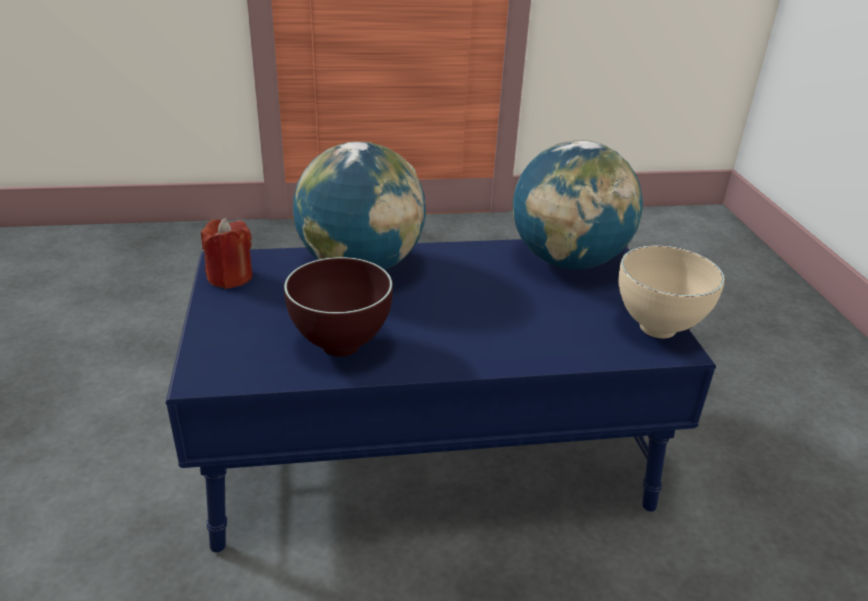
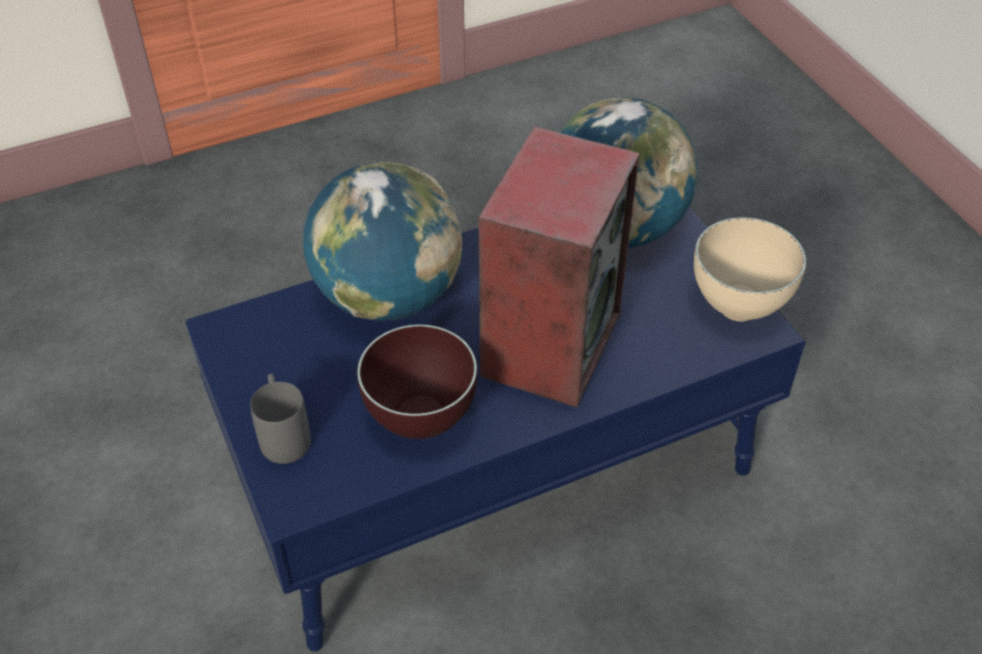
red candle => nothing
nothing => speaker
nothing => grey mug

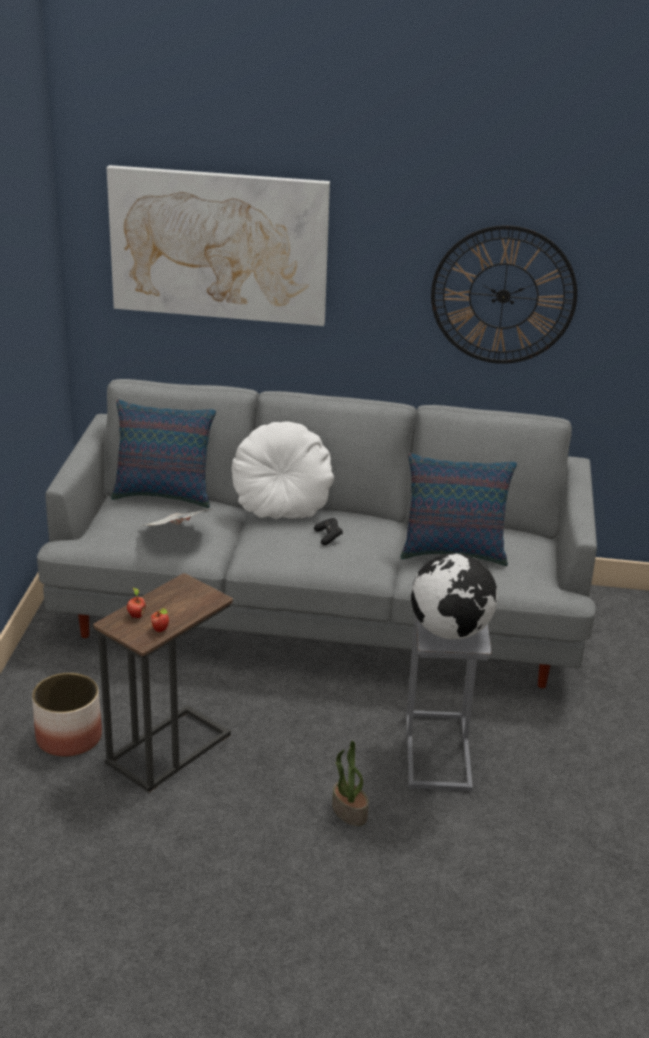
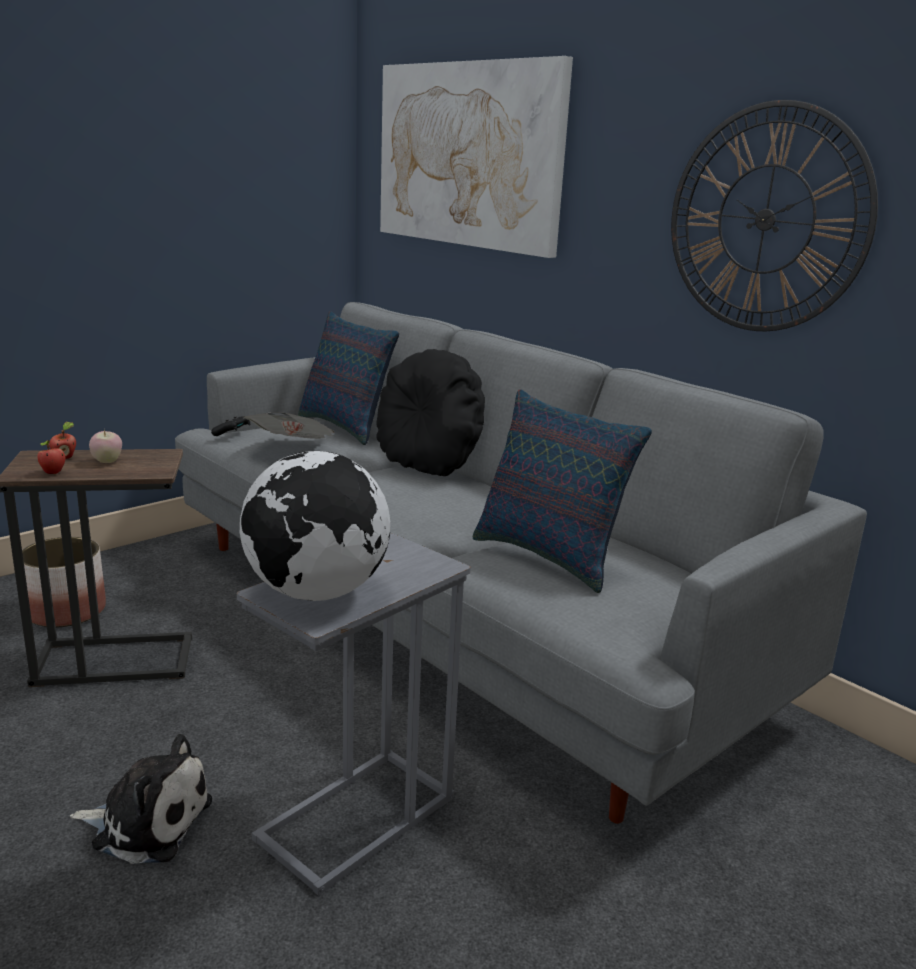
white pillow => black pillow
black game controller, move
potted plant => plush toy
nothing => apple (3rd from left)

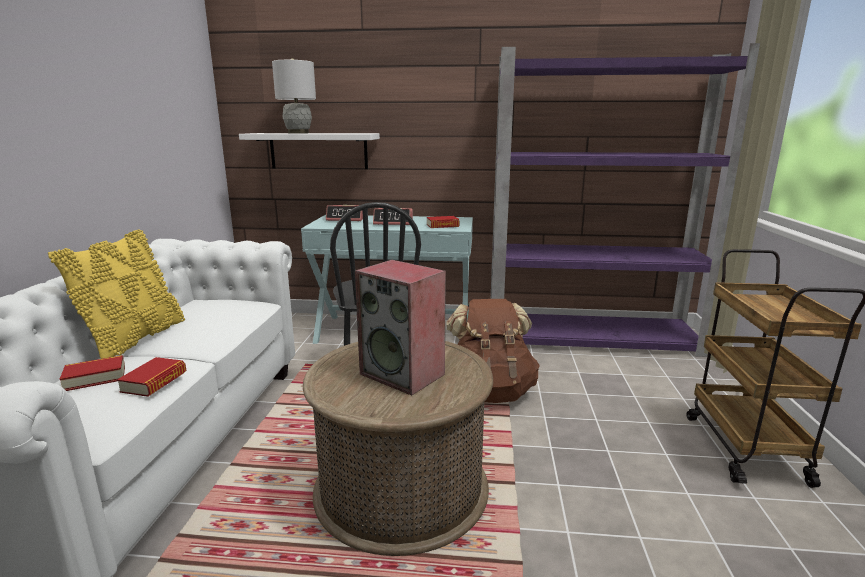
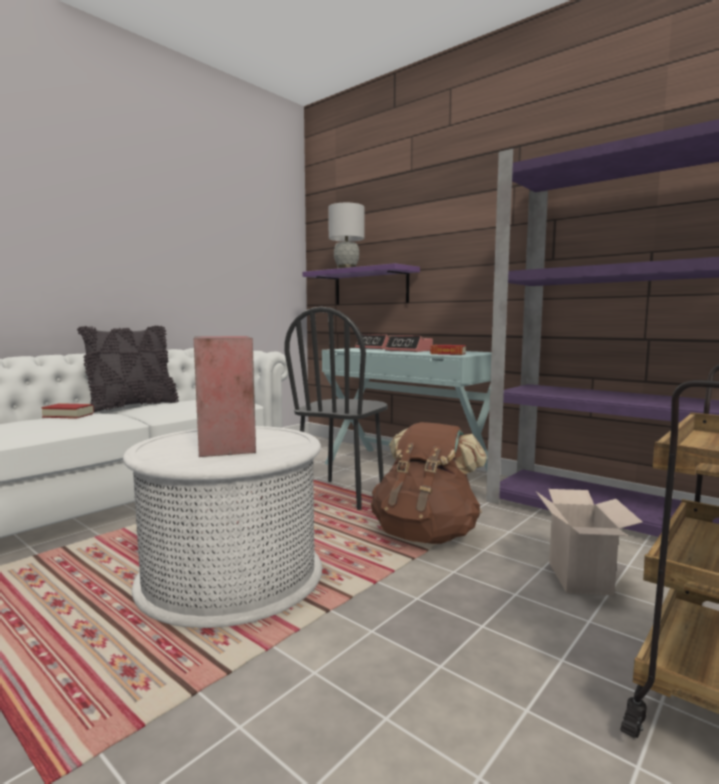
white shelf => purple shelf
yellow pillow => black pillow
brown coffee table => white coffee table
book (2nd from left) => nothing
nothing => cardboard box

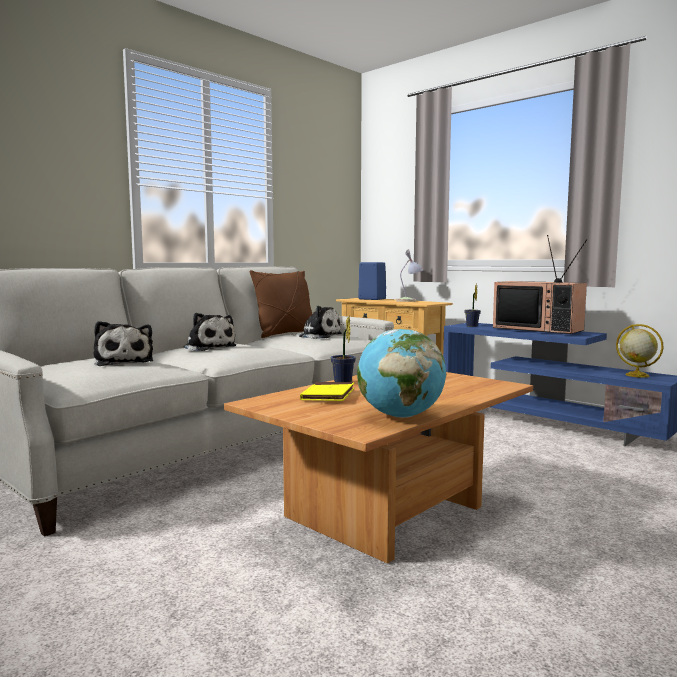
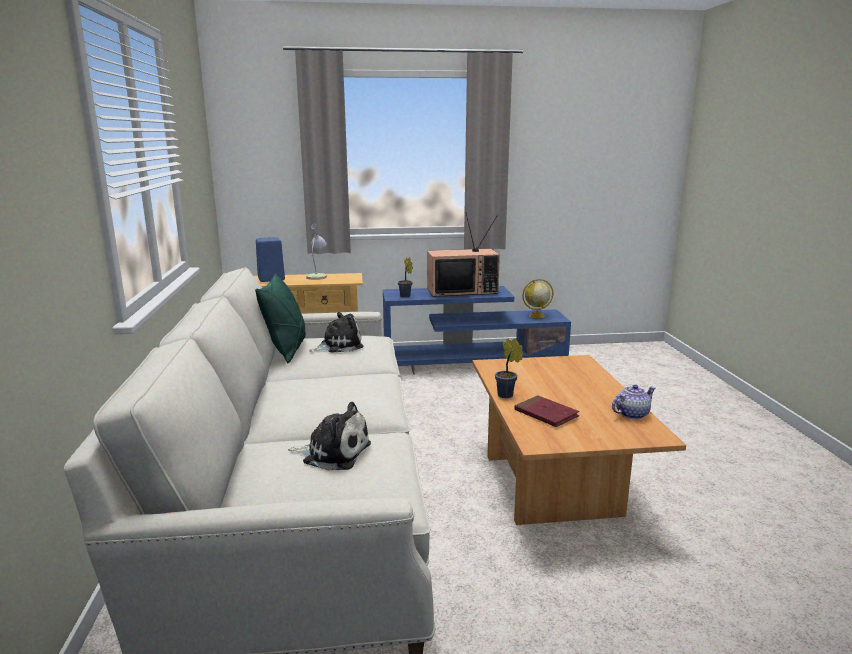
brown pillow => green pillow
plush toy (2nd from left) => nothing
globe (1st from left) => teapot
yellow book => red book

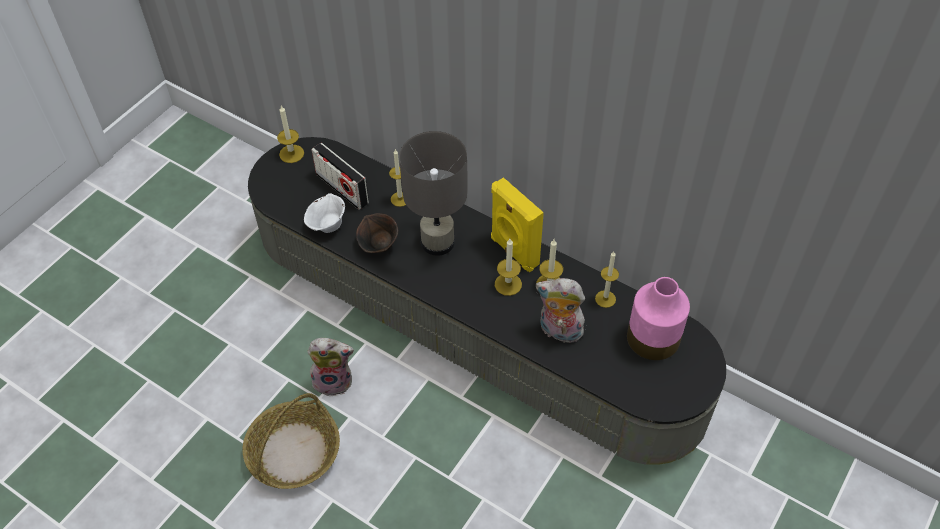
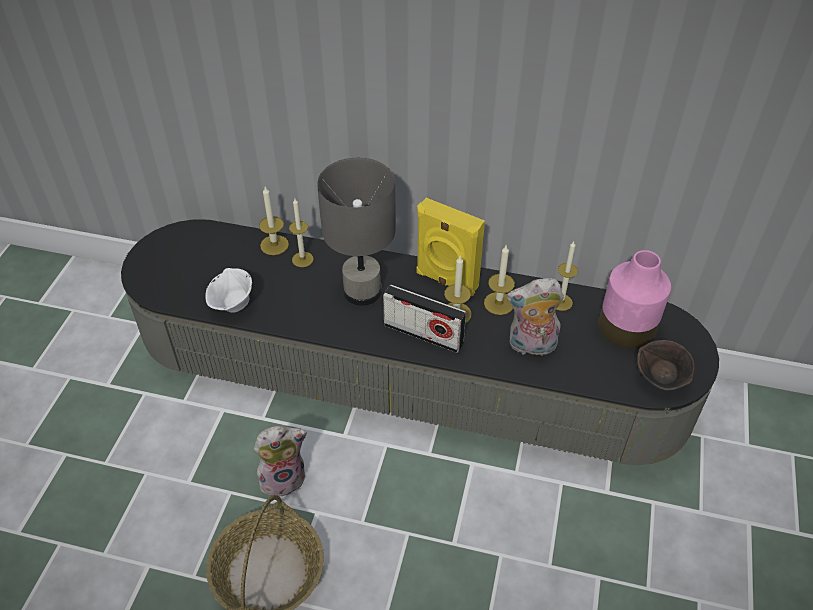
candle (1st from left), move
radio, move
brown bowl, move

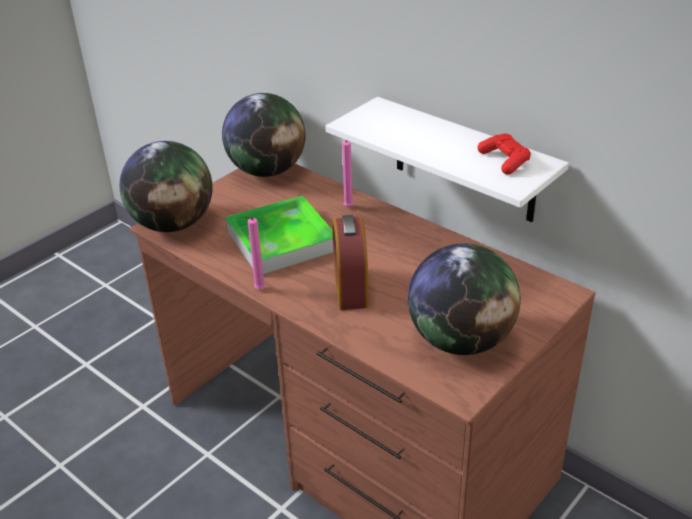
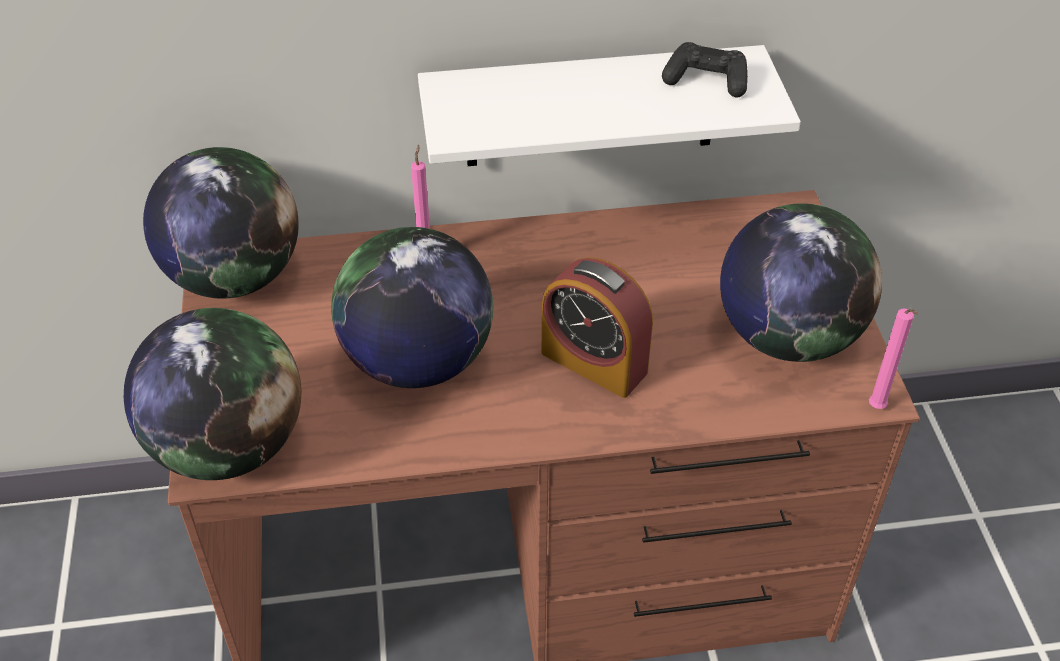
red game controller => black game controller
tray => globe (3rd from left)
pink candle (1st from left in the first image) => pink candle (2nd from left), move

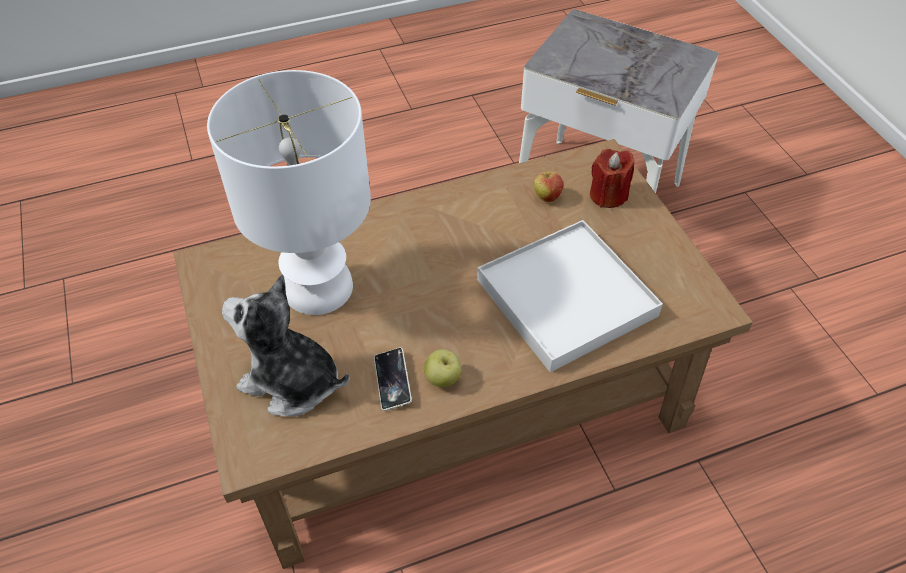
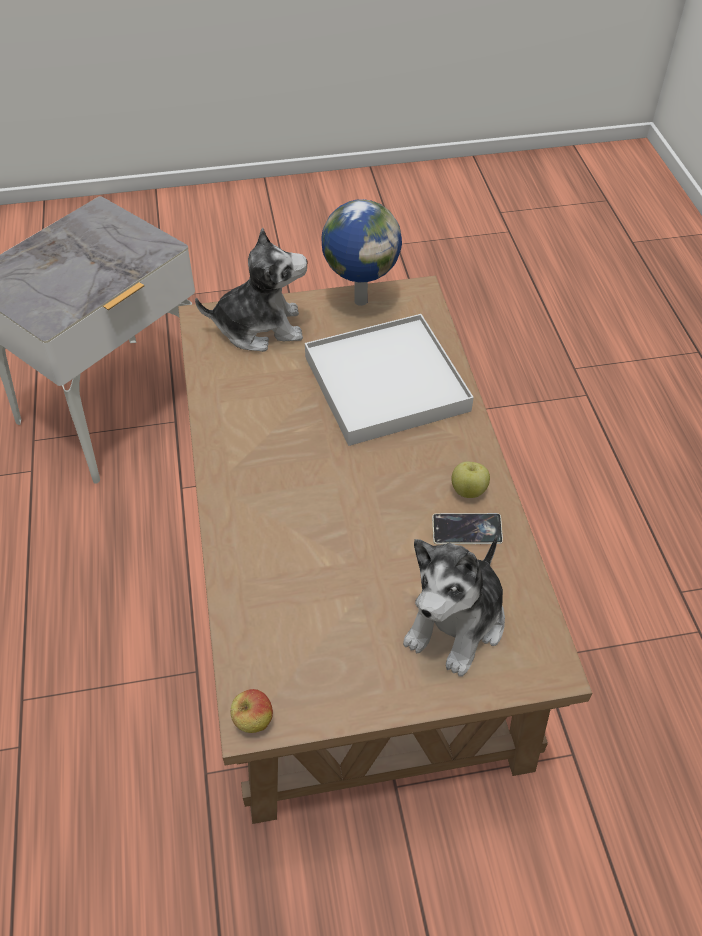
white table lamp => nothing
red candle => plush toy (1st from left)
apple (2nd from left in the first image) => apple (1st from left), move
nothing => globe

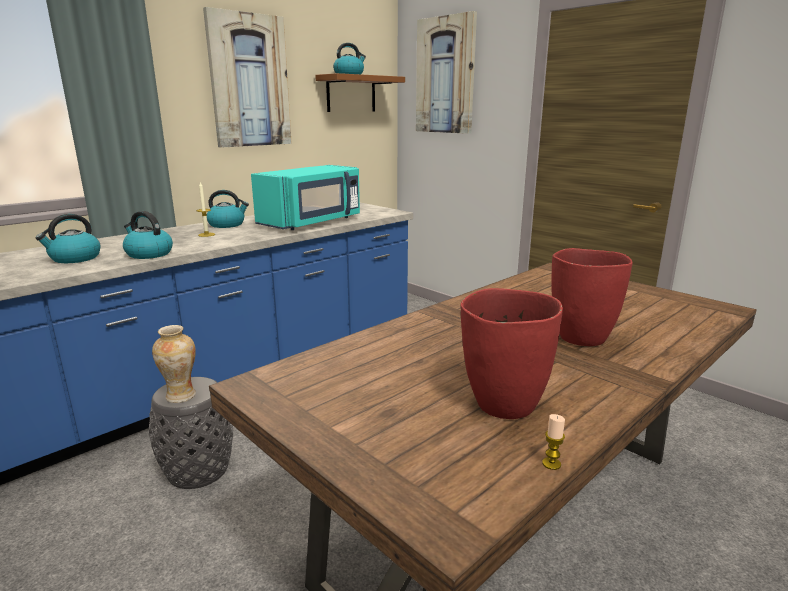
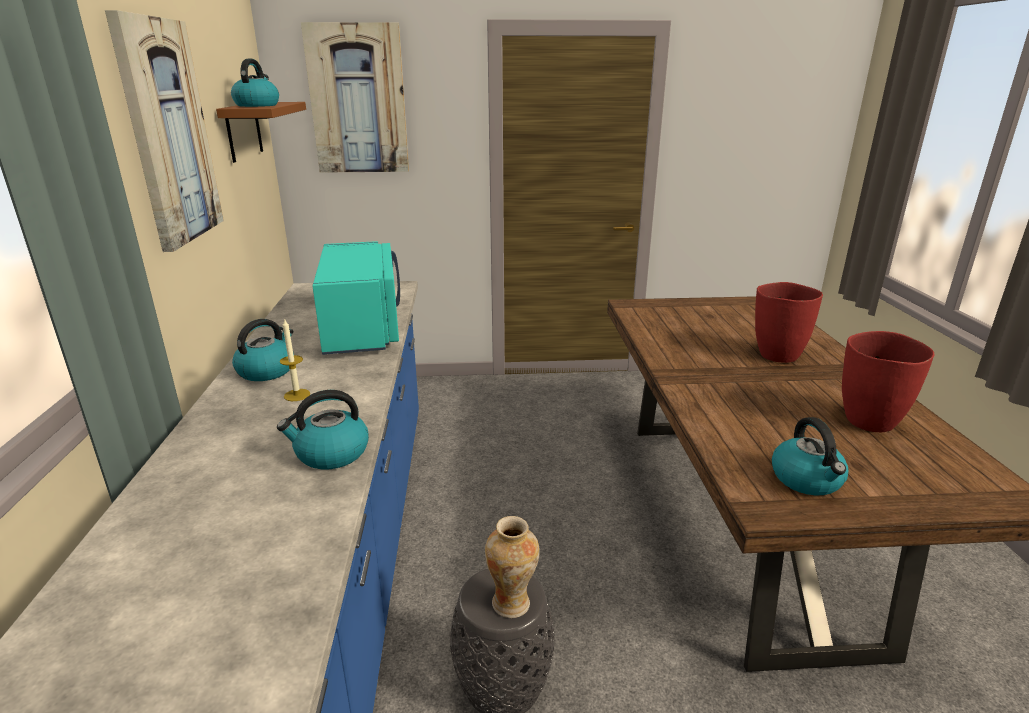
kettle (1st from left in the first image) => kettle (4th from left), move
candle (2nd from left) => nothing

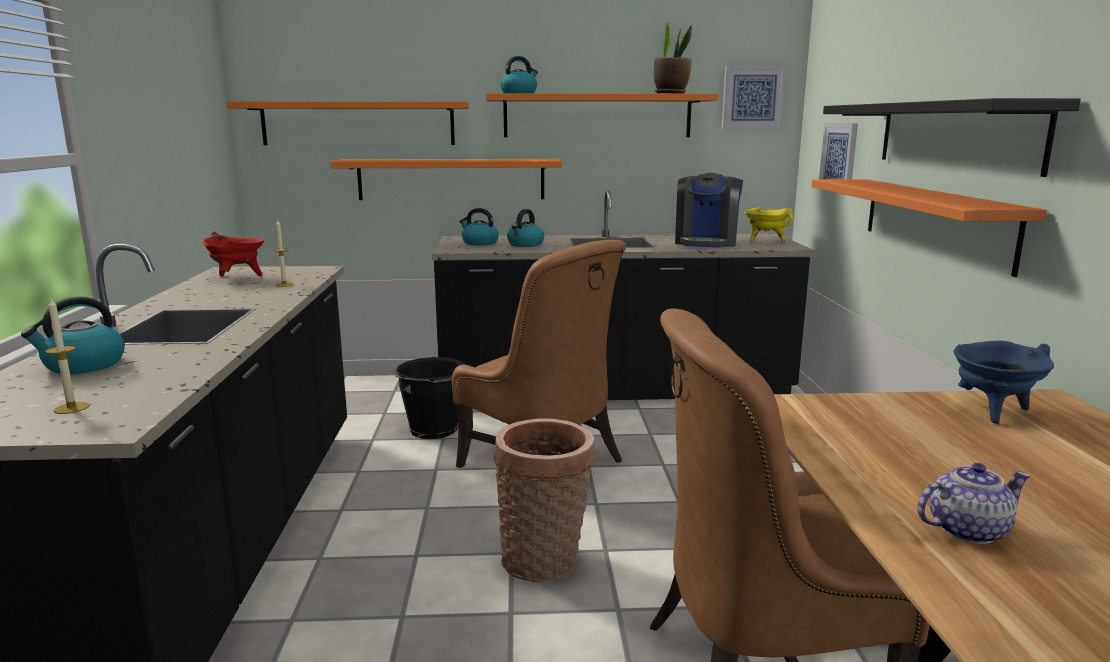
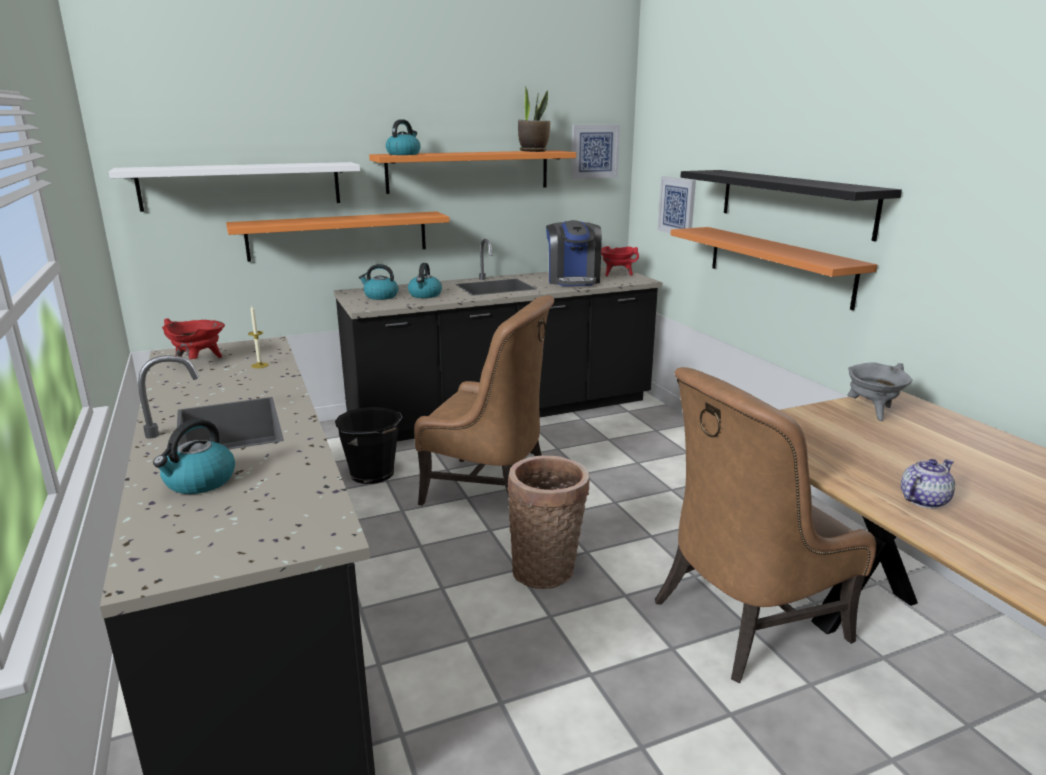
orange shelf (1st from left) => white shelf
yellow cooking pot => red cooking pot (2nd from left)
candle (1st from left) => nothing
blue cooking pot => grey cooking pot

